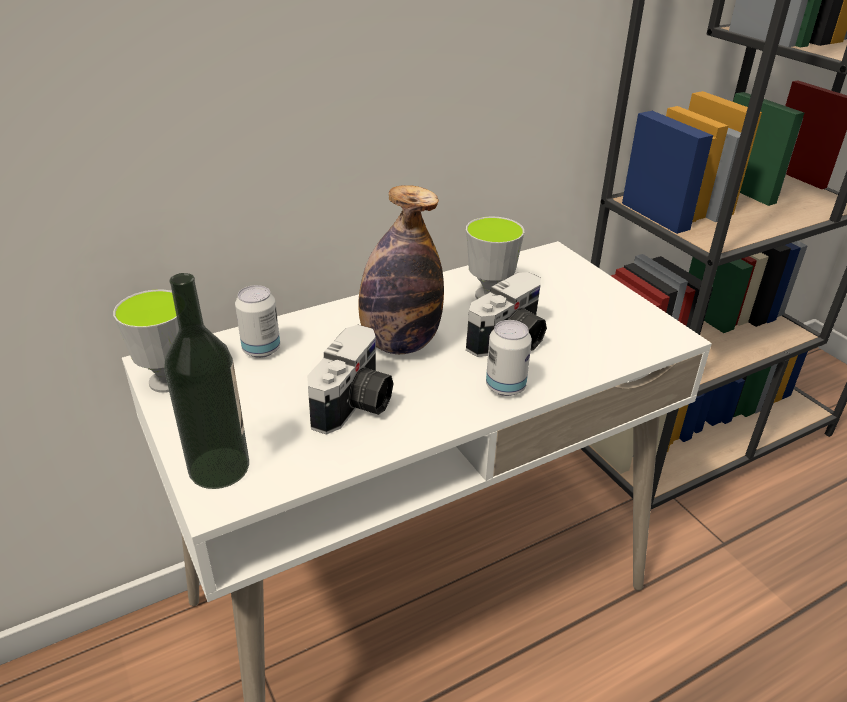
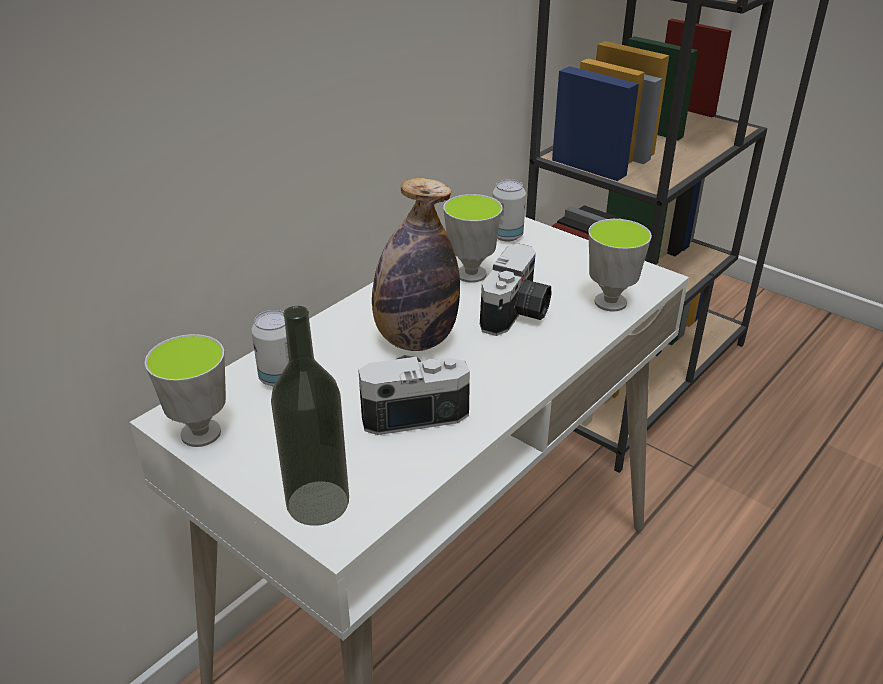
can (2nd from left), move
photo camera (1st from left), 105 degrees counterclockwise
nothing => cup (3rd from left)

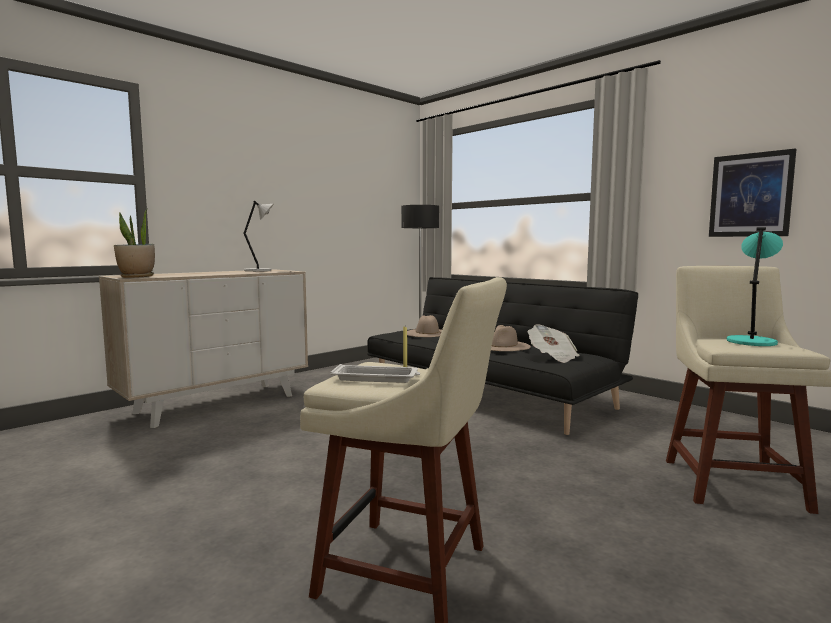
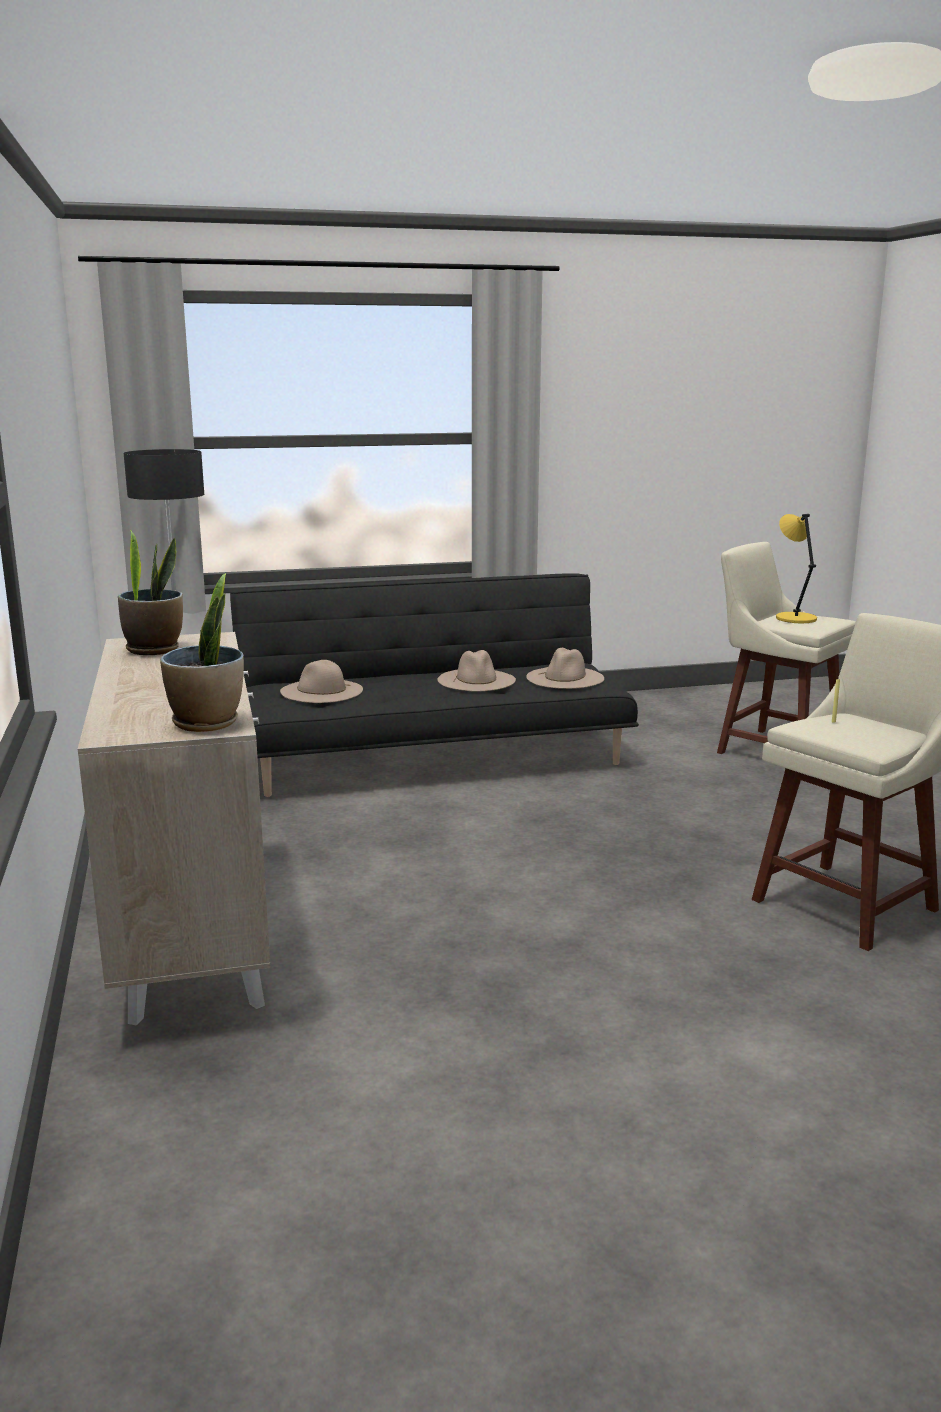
picture => nothing
grey table lamp => potted plant (1st from left)
turquoise table lamp => yellow table lamp
newspaper => beige hat (3rd from left)
white tray => nothing

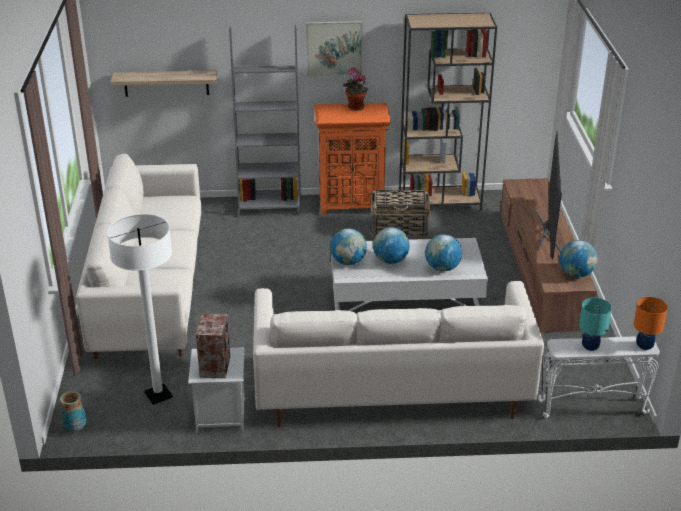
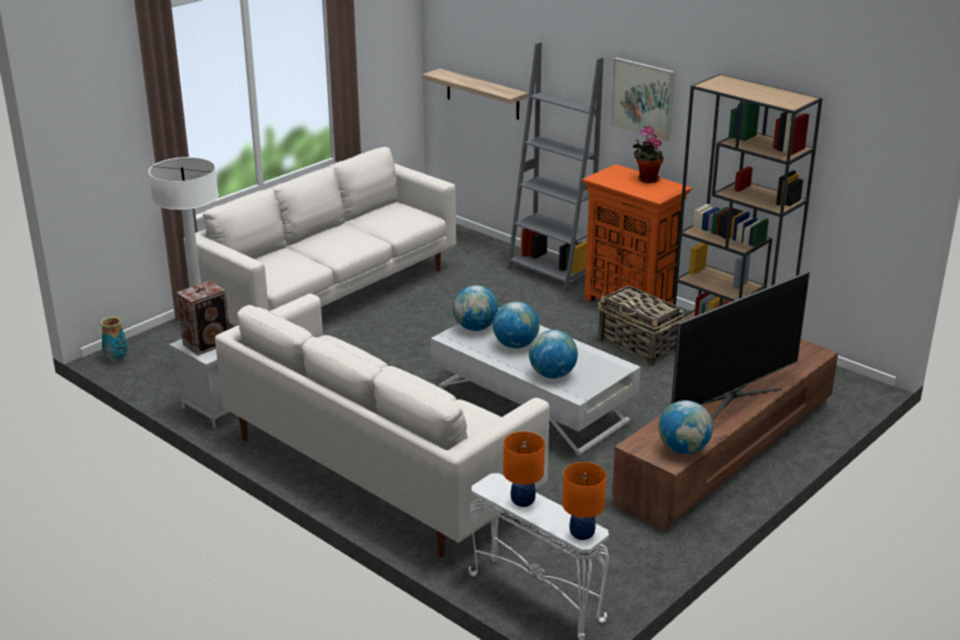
turquoise table lamp => orange table lamp (1st from left)

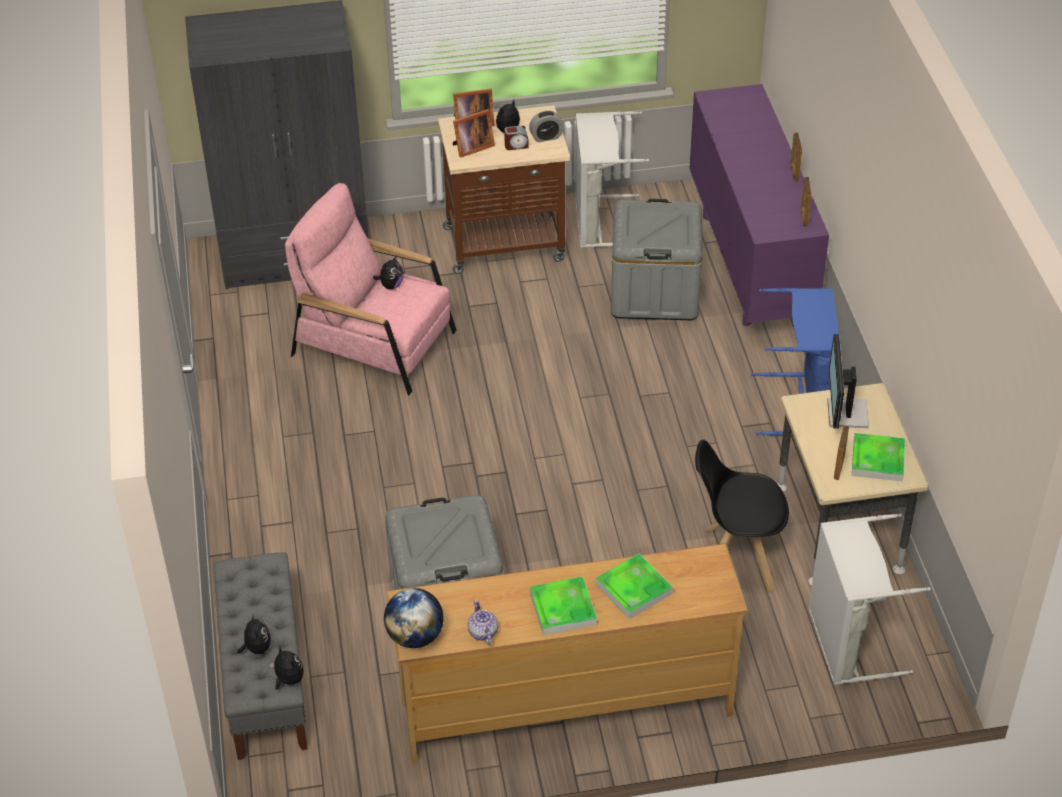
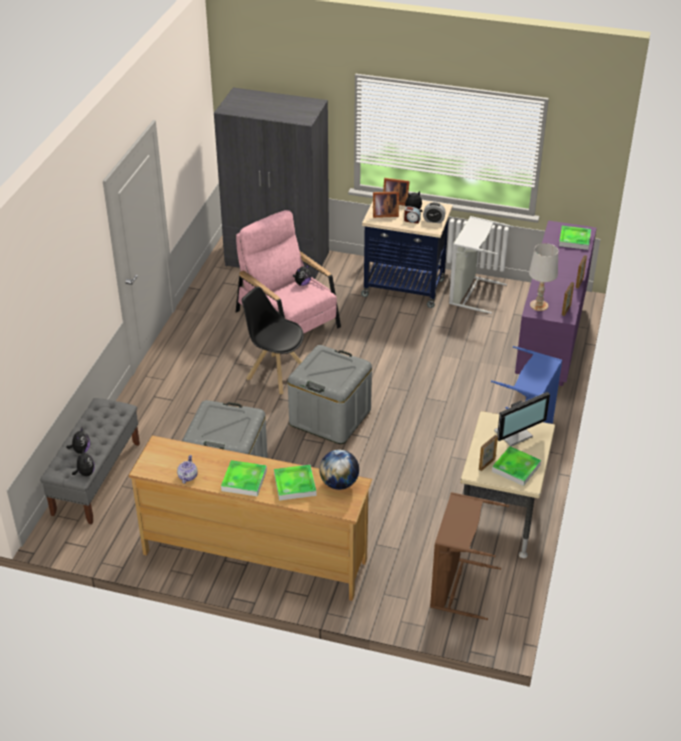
brown cart => blue cart
grey storage box (2nd from left), move
monitor, 150 degrees counterclockwise
black chair, move
grey laundry basket (2nd from left) => brown laundry basket
globe, move
nothing => tray (4th from left)
nothing => white table lamp

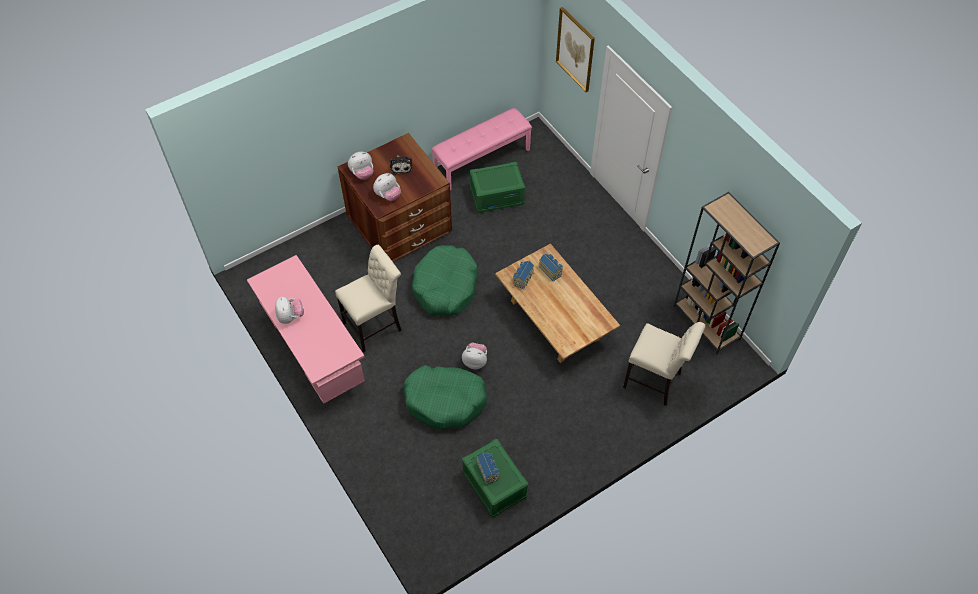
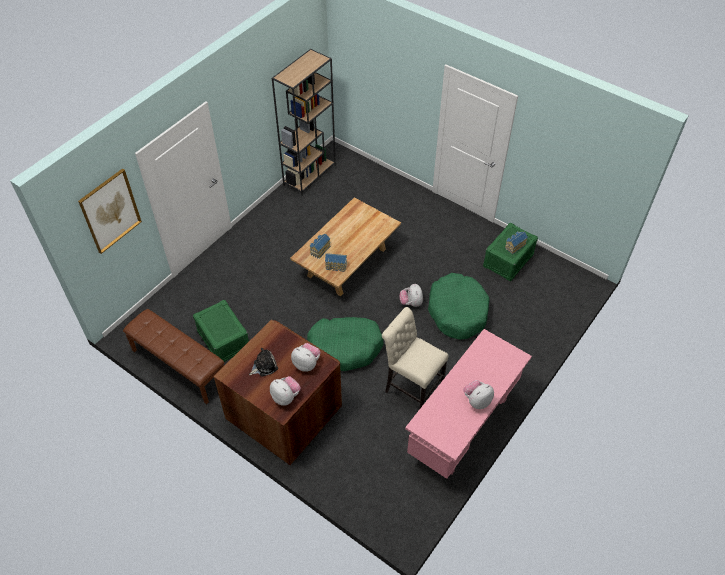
pink bench => brown bench
beige stool (2nd from left) => nothing

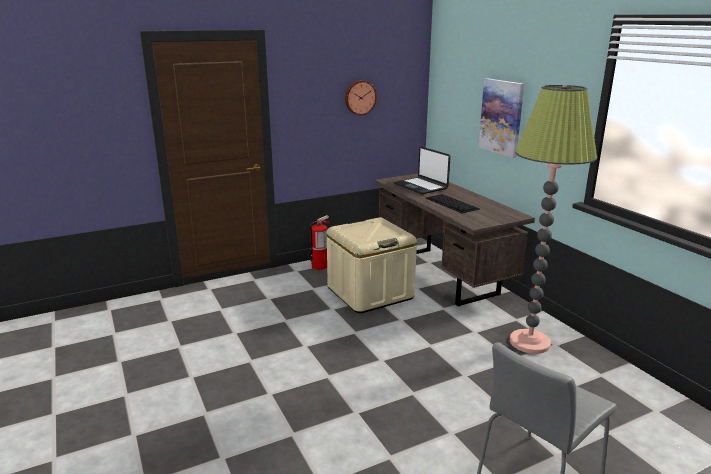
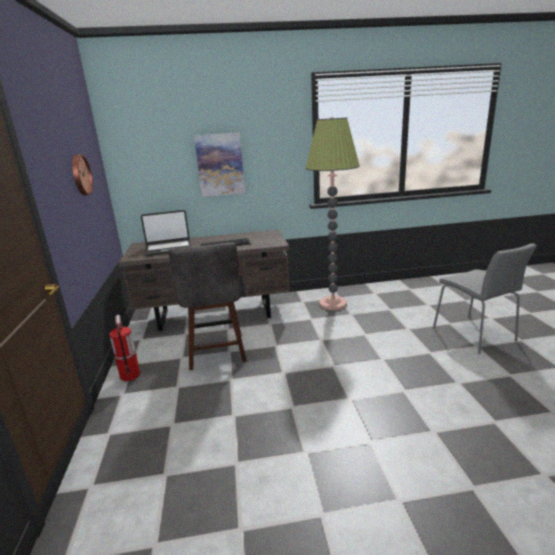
beige storage box => grey stool

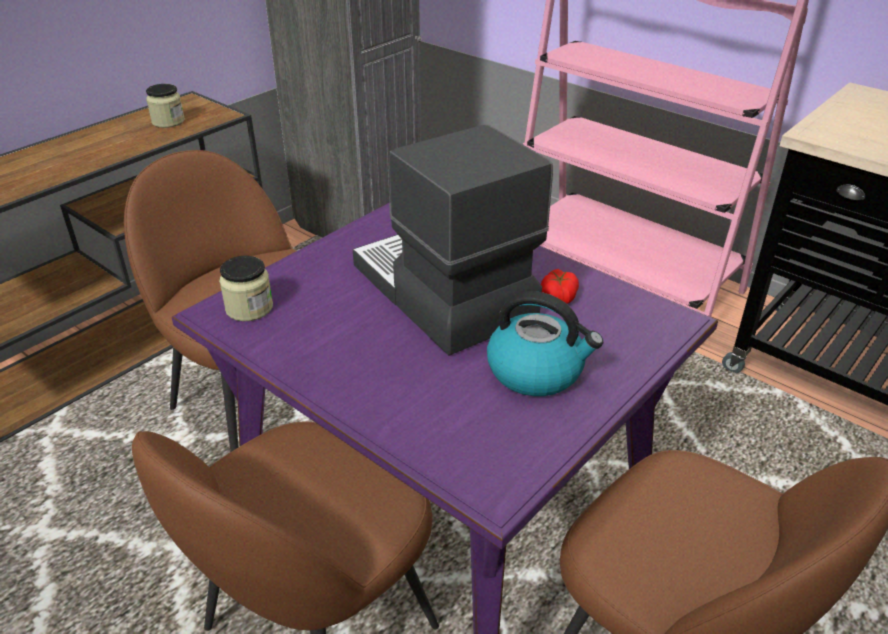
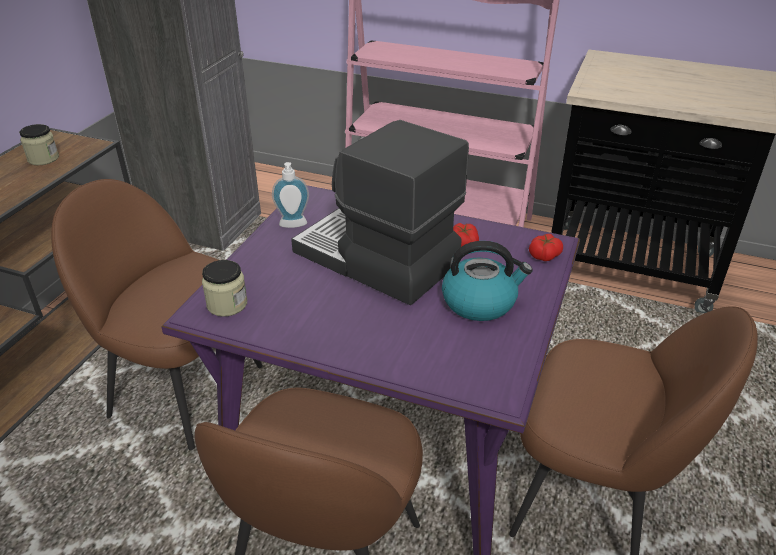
nothing => soap dispenser
nothing => tomato (2nd from left)

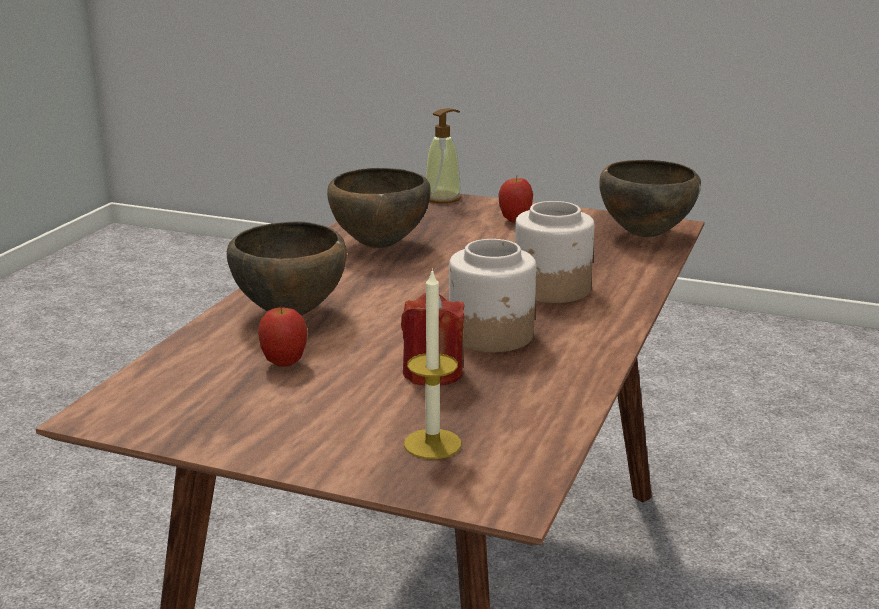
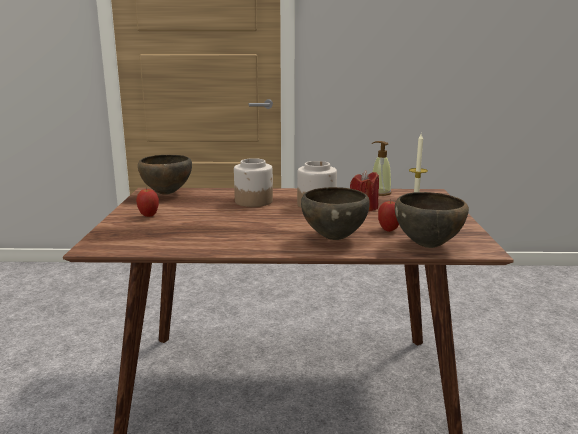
soap dispenser, move
brown bowl (2nd from left in the first image) => brown bowl (3rd from left), move

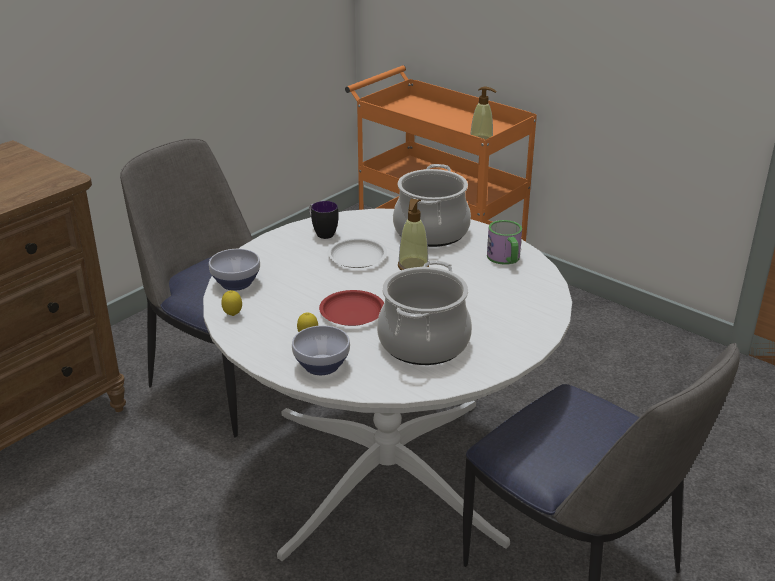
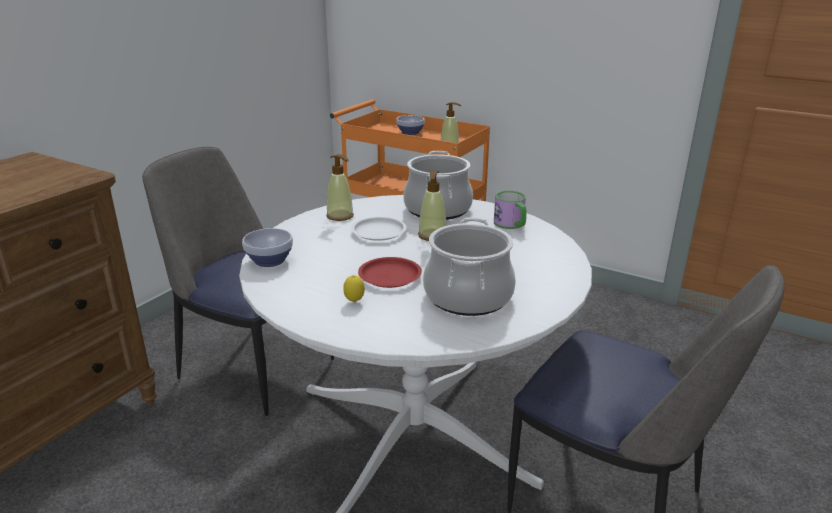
mug (1st from left) => soap dispenser (1st from left)
lemon (1st from left) => nothing
bowl (2nd from left), move

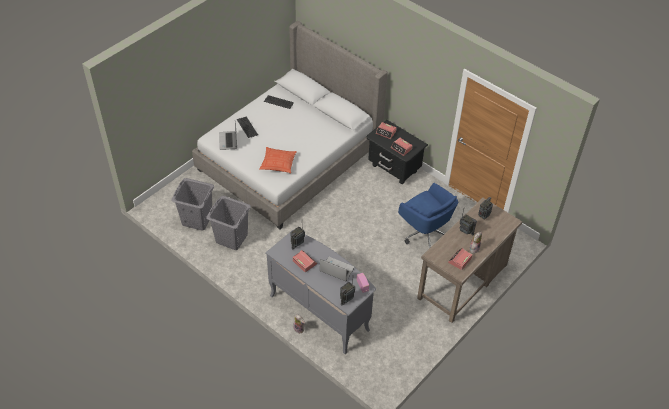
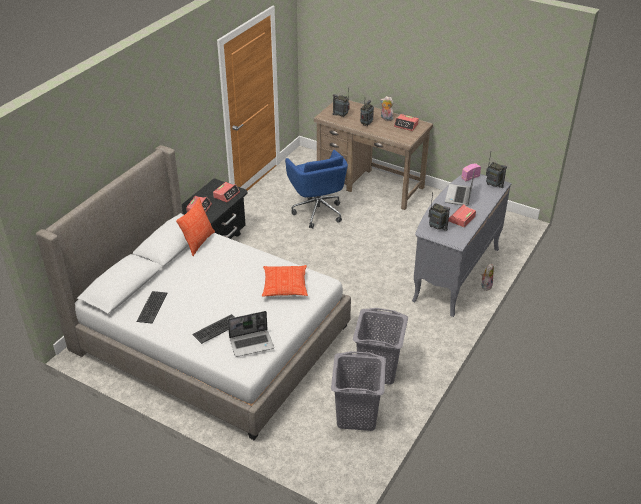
blue office chair, 120 degrees clockwise
nothing => orange pillow (1st from left)

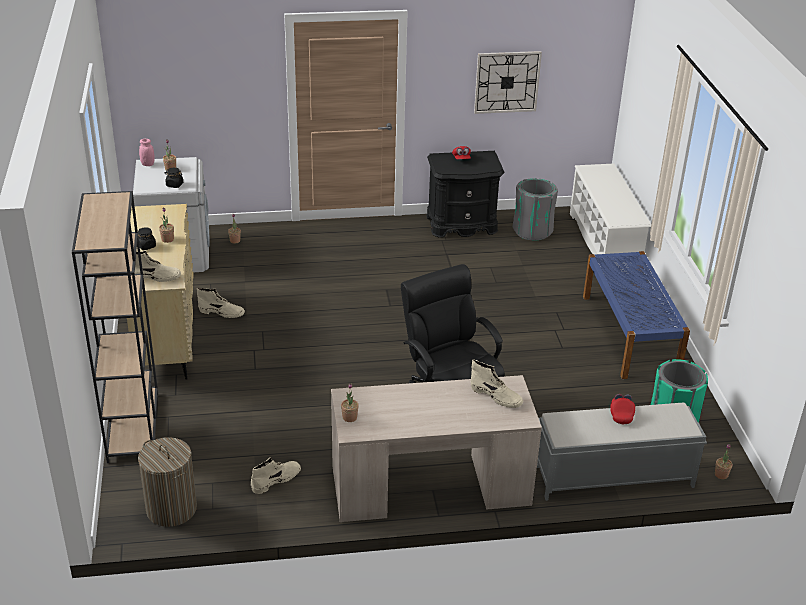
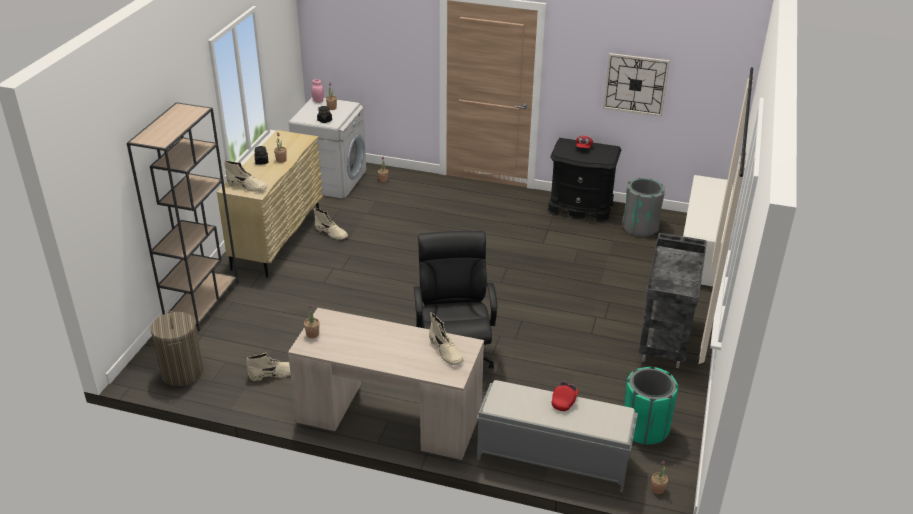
blue bench => black cart

